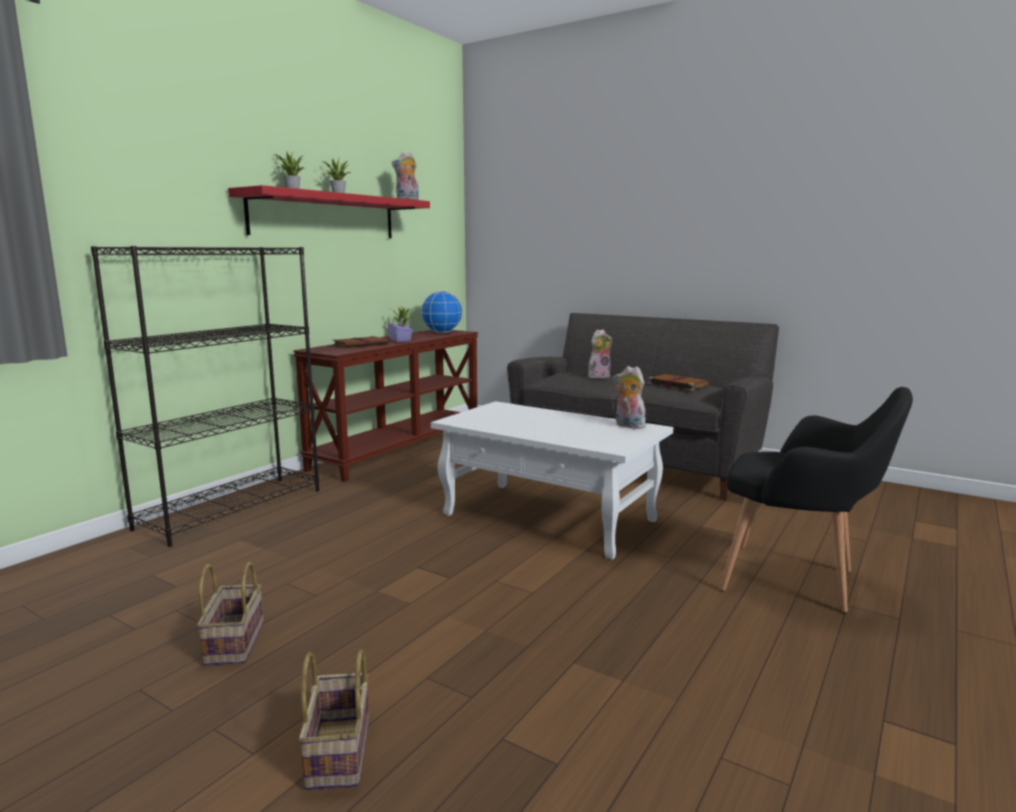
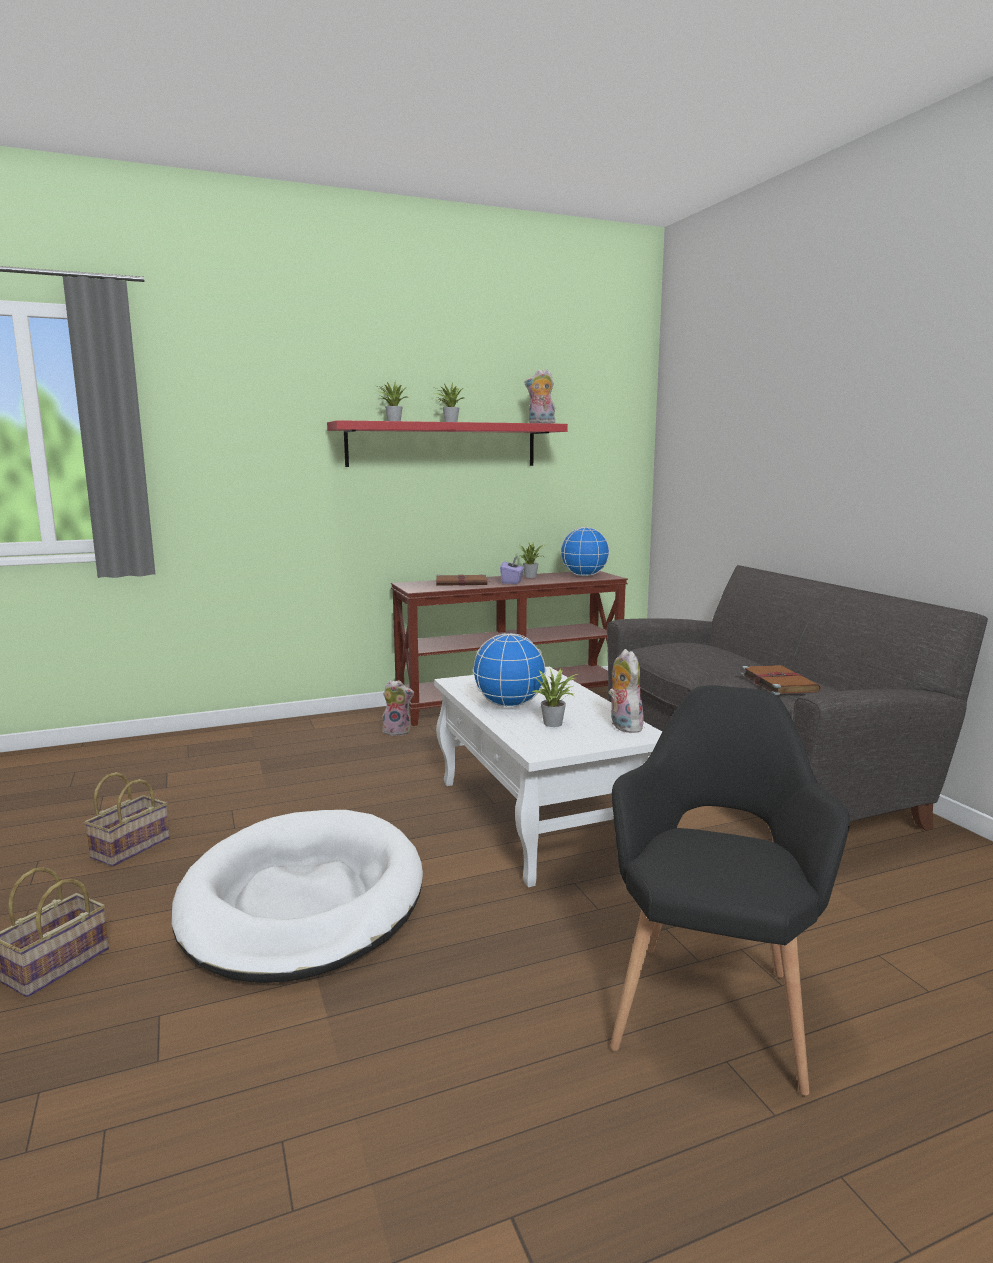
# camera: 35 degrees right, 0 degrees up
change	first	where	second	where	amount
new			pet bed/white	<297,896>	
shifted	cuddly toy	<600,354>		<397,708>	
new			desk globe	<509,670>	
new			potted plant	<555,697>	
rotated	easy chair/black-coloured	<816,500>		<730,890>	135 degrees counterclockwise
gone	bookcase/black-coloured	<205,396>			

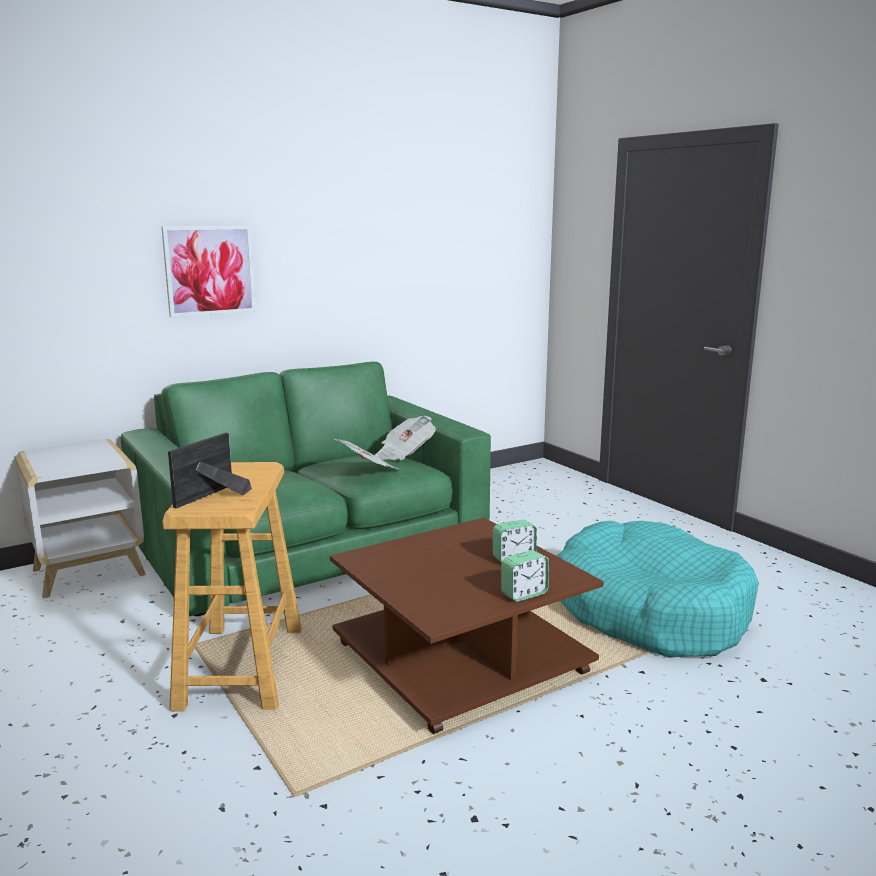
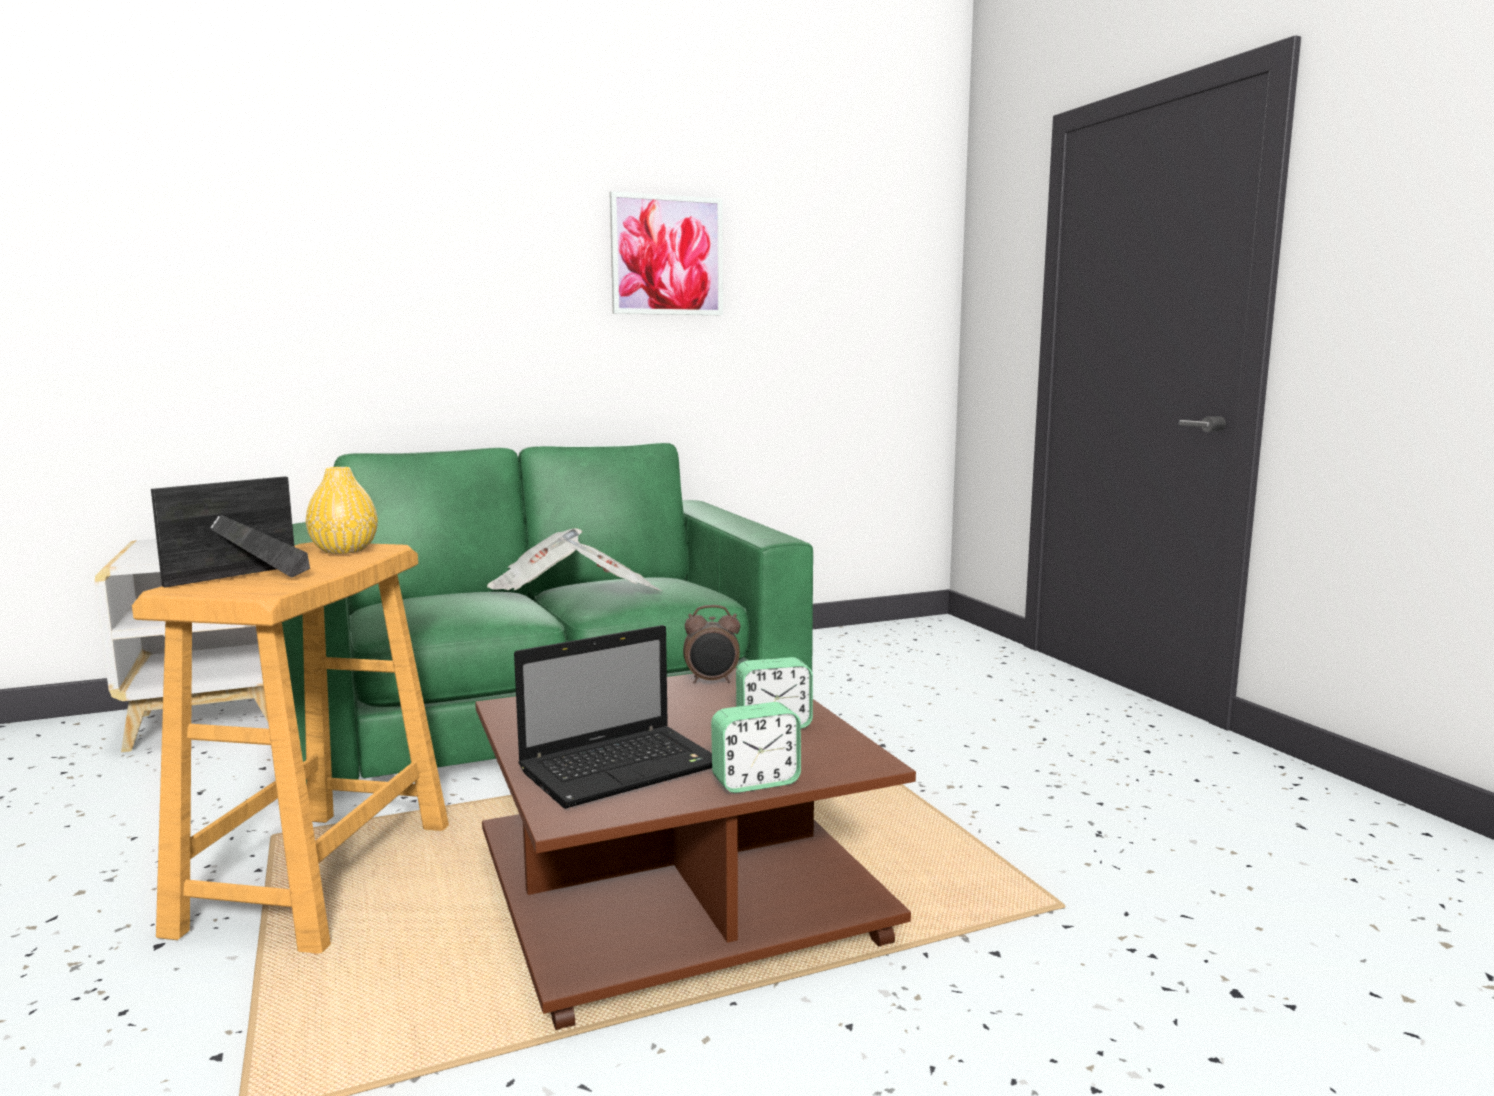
# camera: 10 degrees right, 5 degrees down
change	first	where	second	where	amount
new			vase/yellow	<342,510>	
shifted	newspaper	<405,438>		<535,559>	
new			laptop	<613,717>	
shifted	wall picture	<209,272>		<666,253>	
new			alarm clock	<711,644>	
gone	pet bed/turquoise-coloured	<657,589>			

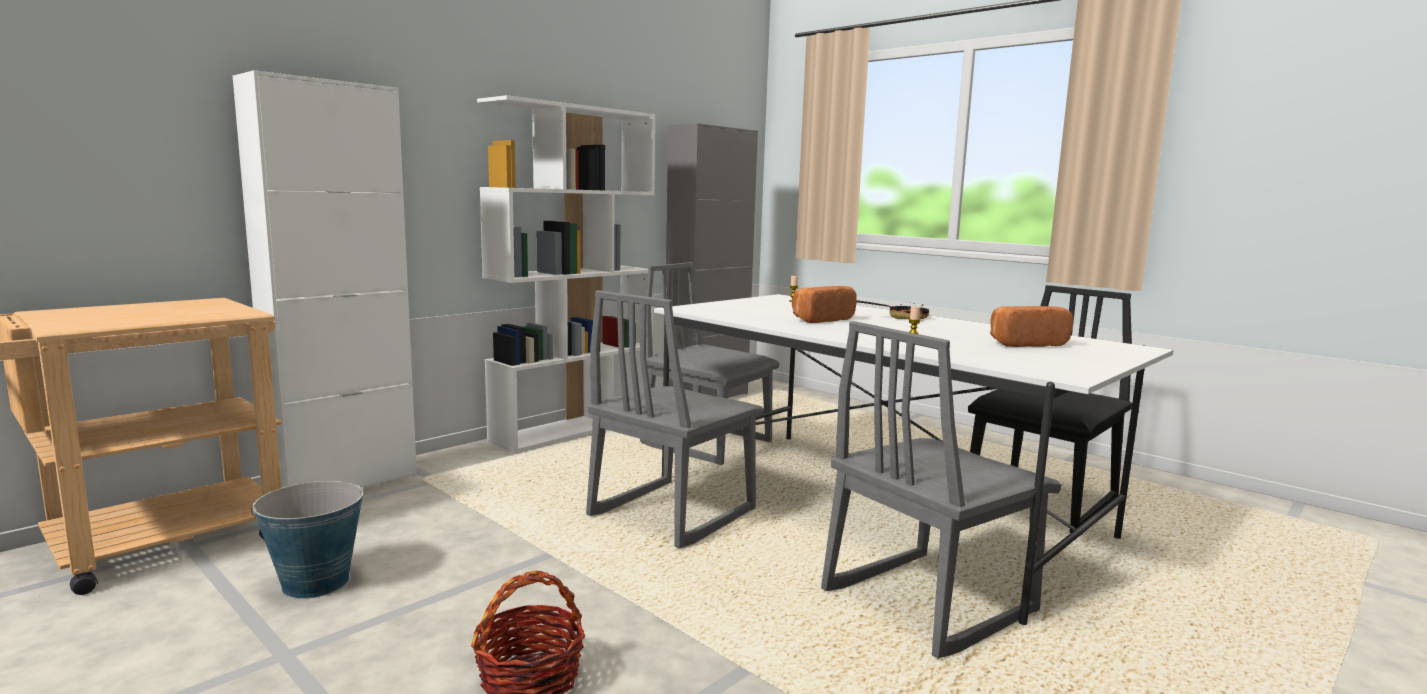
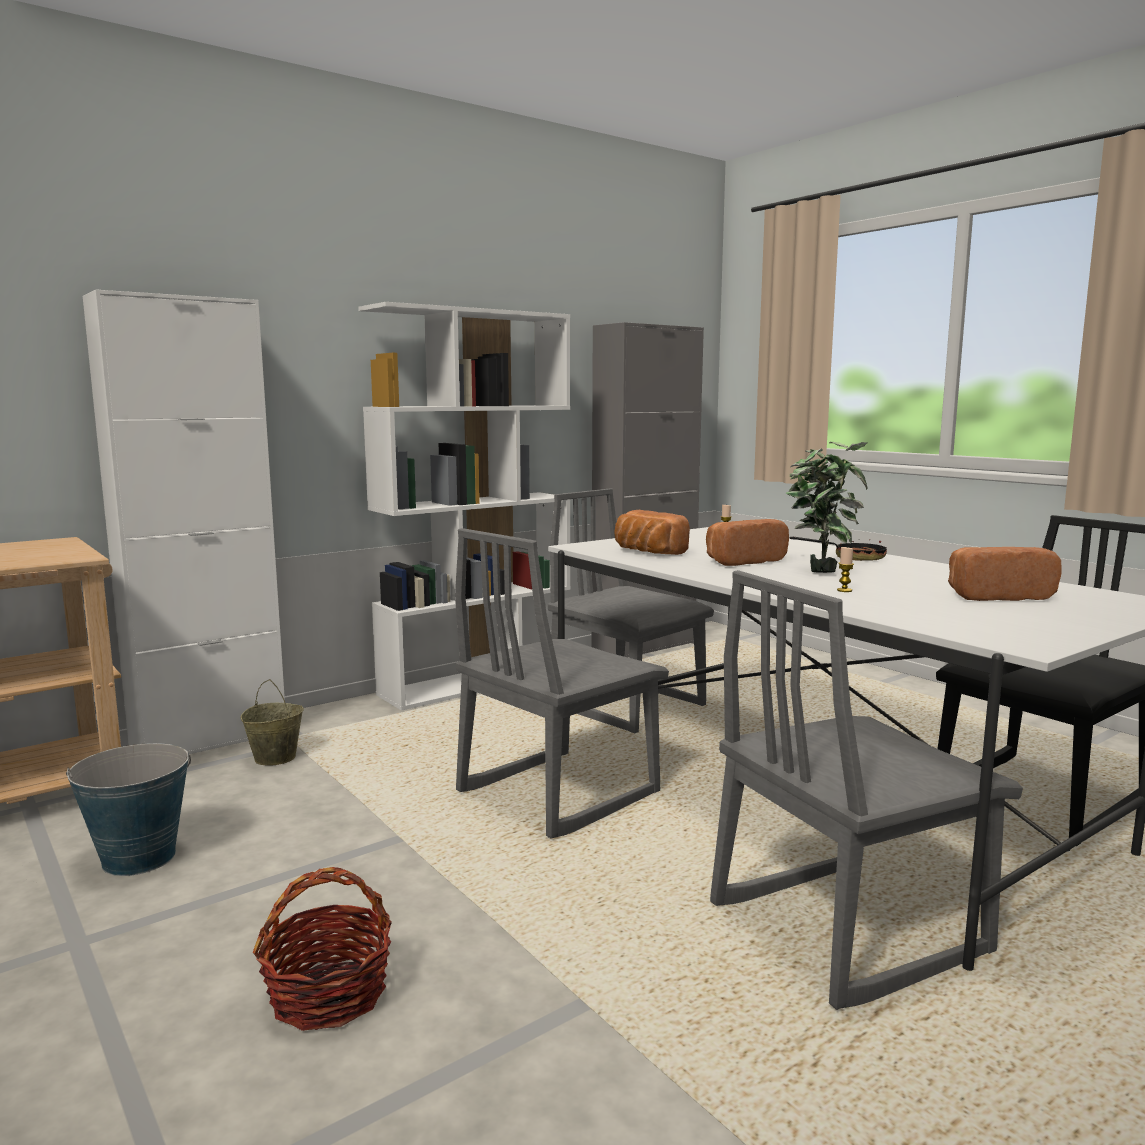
# camera: 10 degrees right, 0 degrees up
change	first	where	second	where	amount
new			bucket/beige-coloured	<272,722>	
new			bread	<652,532>	
new			potted plant	<826,507>	

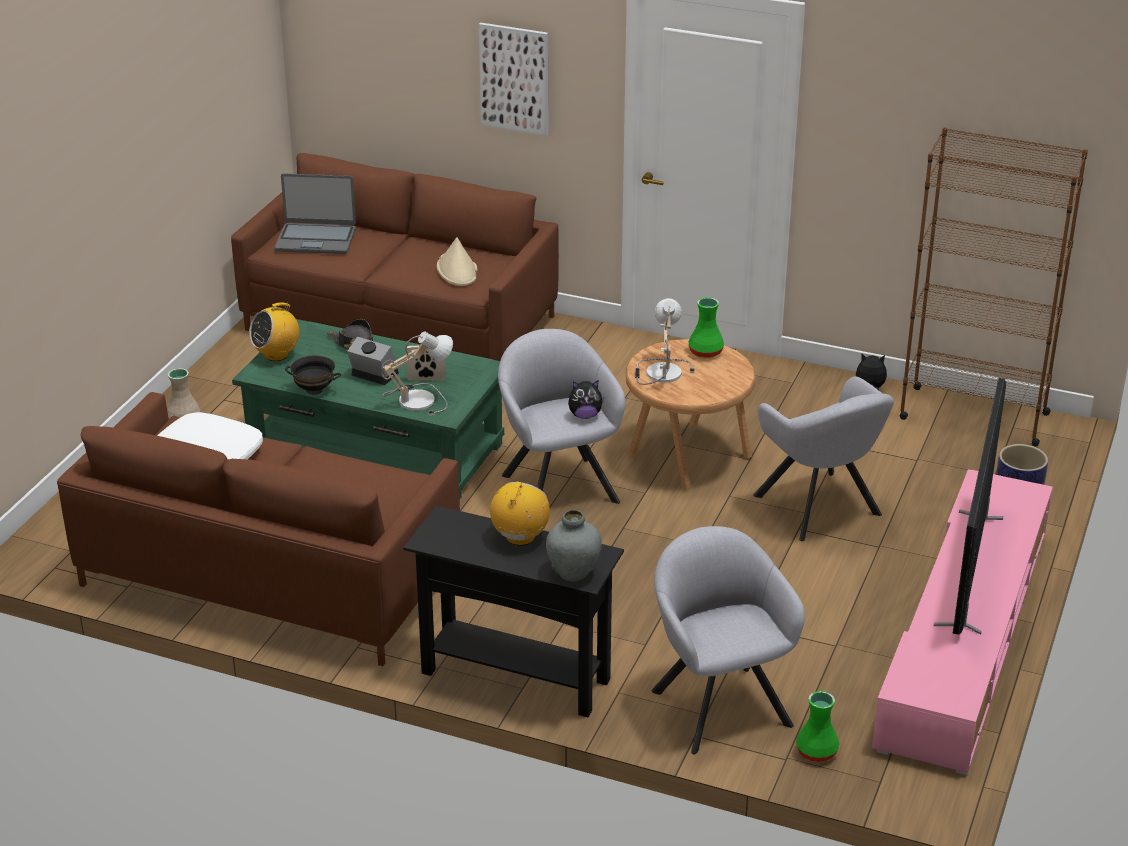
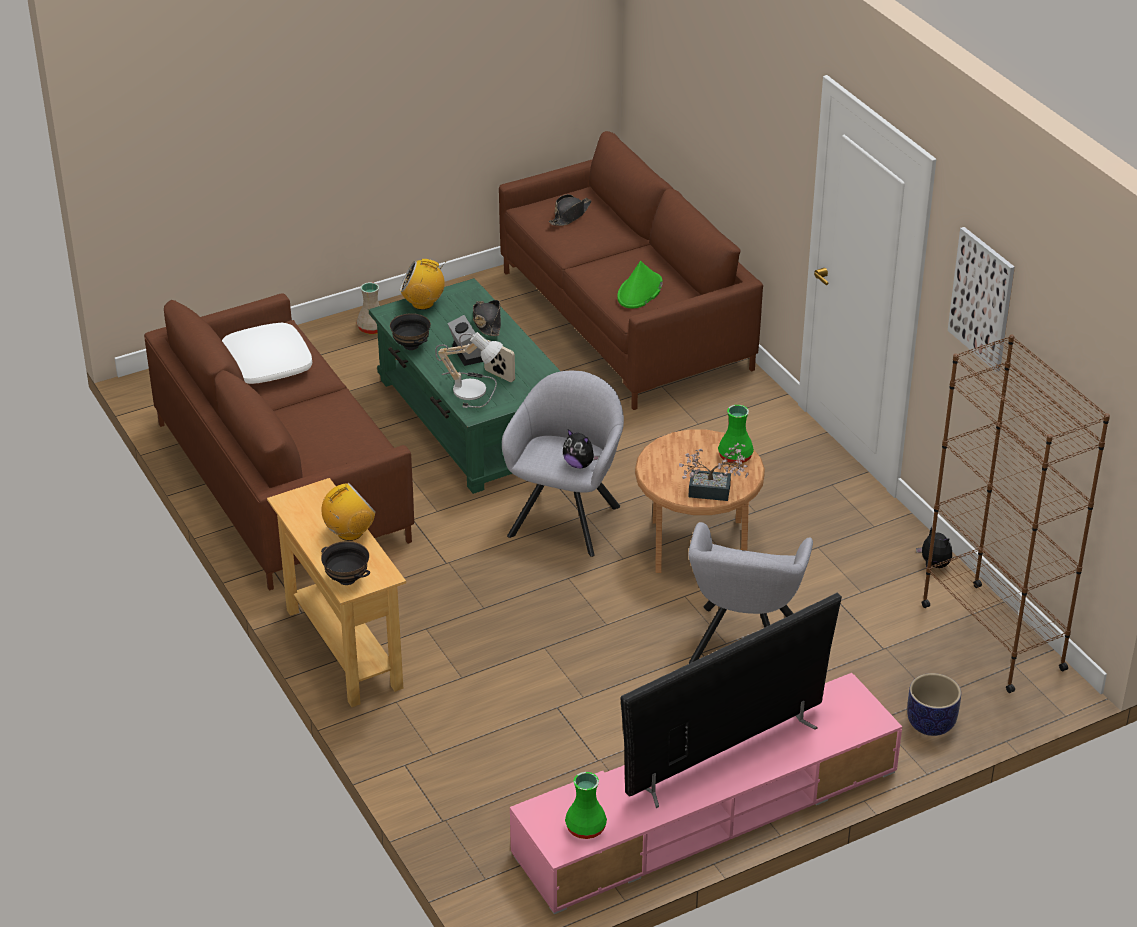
# camera: 40 degrees right, 5 degrees up
change	first	where	second	where	amount
repainted	console table/black-coloured	<513,611>	console table/beige-coloured	<336,592>	
swapped	vase/greyish	<574,546>	bowl/black-coloured	<345,563>	
swapped	laptop	<315,213>	clothing hat/black-coloured	<570,210>	
shifted	vase/green-coloured	<817,726>		<586,805>	
repainted	clothing hat/beige-coloured	<457,261>	clothing hat/green-coloured	<640,284>	
new			potted plant	<713,472>	
shifted	wall picture	<513,79>		<981,299>	
gone	lamp for a table	<665,341>			
gone	easy chair/greyish	<728,640>			

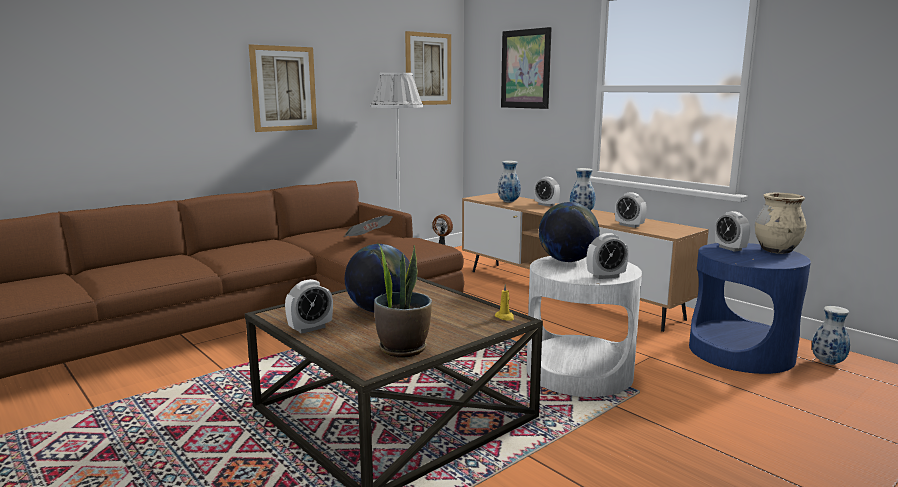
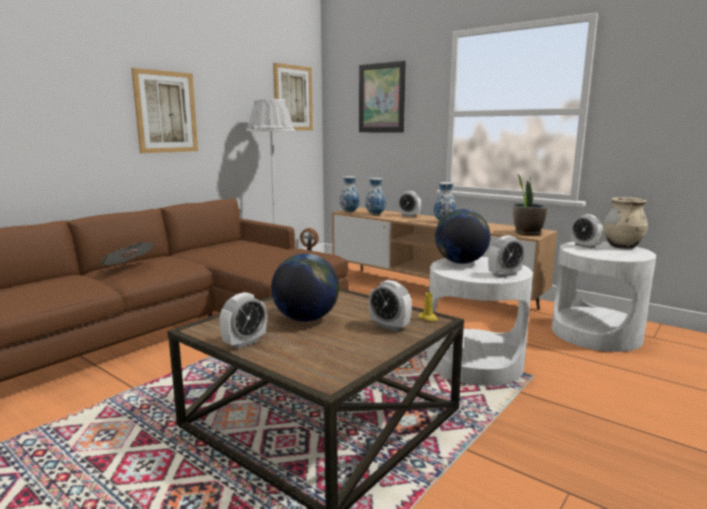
# camera: 10 degrees left, 0 degrees up
change	first	where	second	where	amount
shifted	newspaper	<368,226>		<127,254>	
shifted	vase	<831,335>		<349,194>	
shifted	alarm clock	<631,210>		<390,305>	
shifted	potted plant	<403,300>		<530,205>	
repainted	accent table/blue	<750,308>	accent table/white	<604,297>	

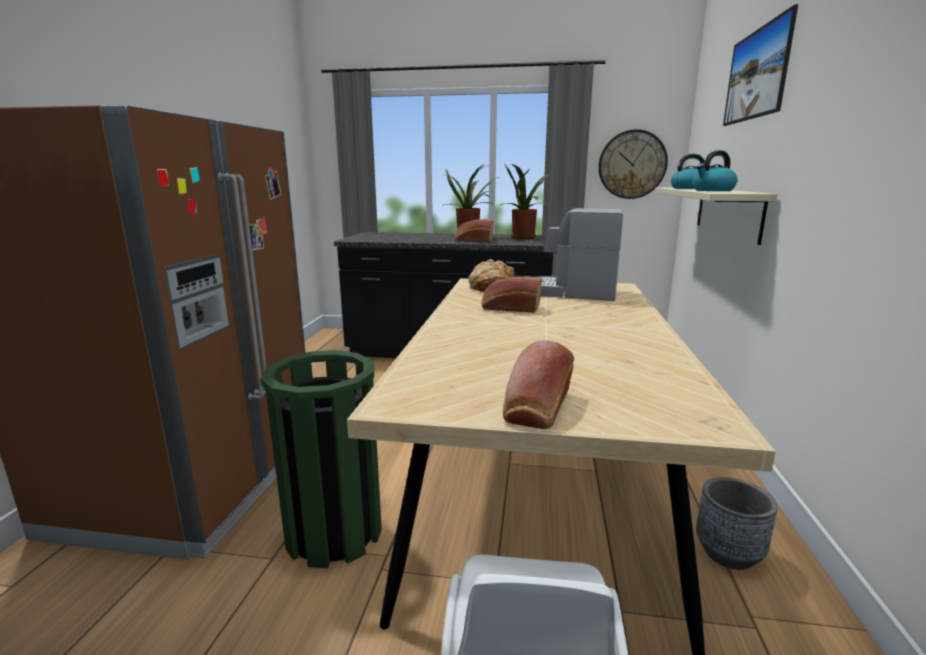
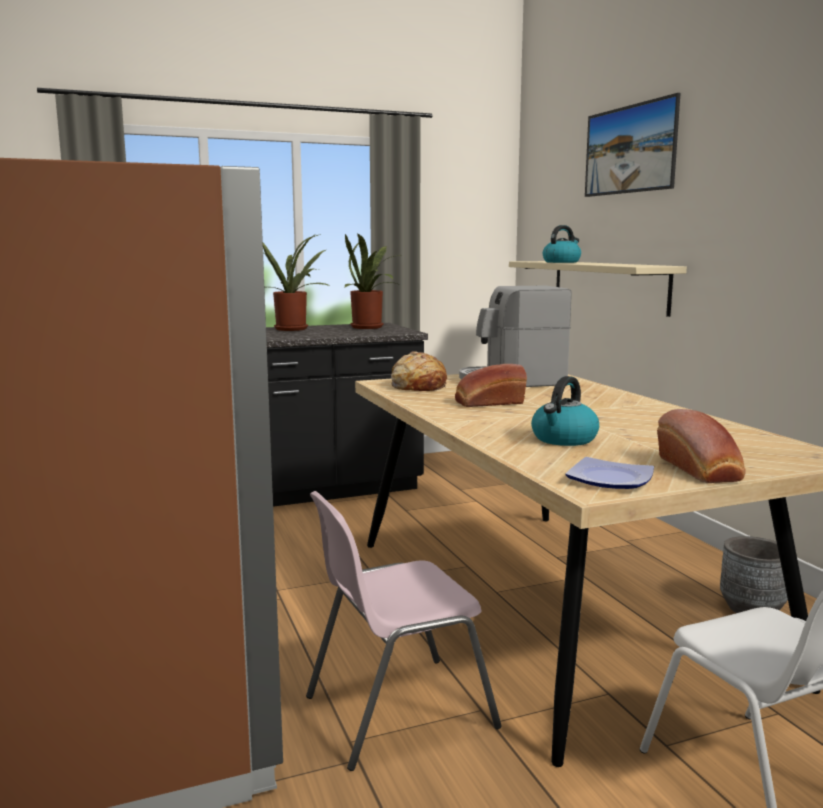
# camera: 30 degrees left, 5 degrees down
change	first	where	second	where	amount
swapped	trash can/green-coloured	<321,459>	chair/pink	<404,631>	
shifted	kettle	<715,170>		<565,411>	
new			flat dish	<609,473>	
gone	bread	<474,230>			
gone	clock on the wall	<633,164>			

